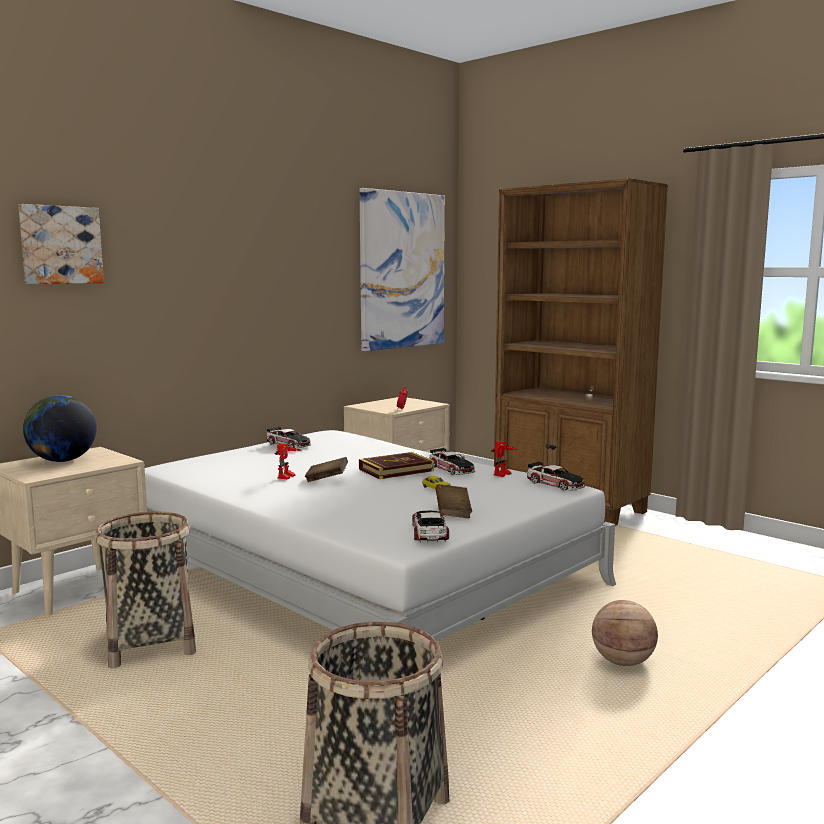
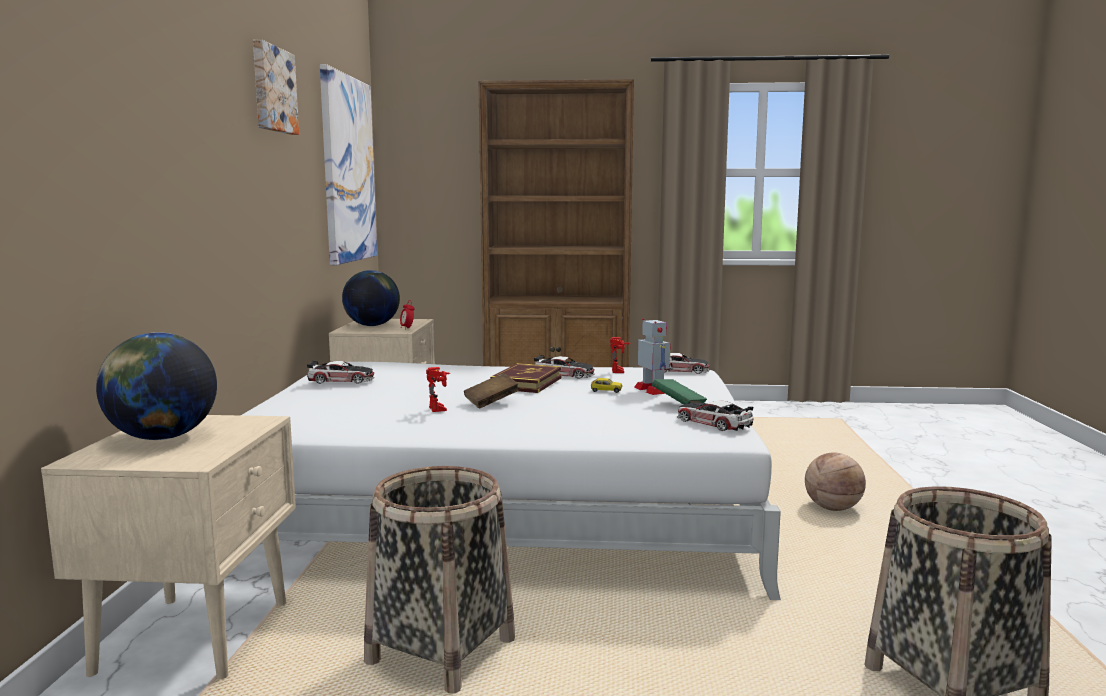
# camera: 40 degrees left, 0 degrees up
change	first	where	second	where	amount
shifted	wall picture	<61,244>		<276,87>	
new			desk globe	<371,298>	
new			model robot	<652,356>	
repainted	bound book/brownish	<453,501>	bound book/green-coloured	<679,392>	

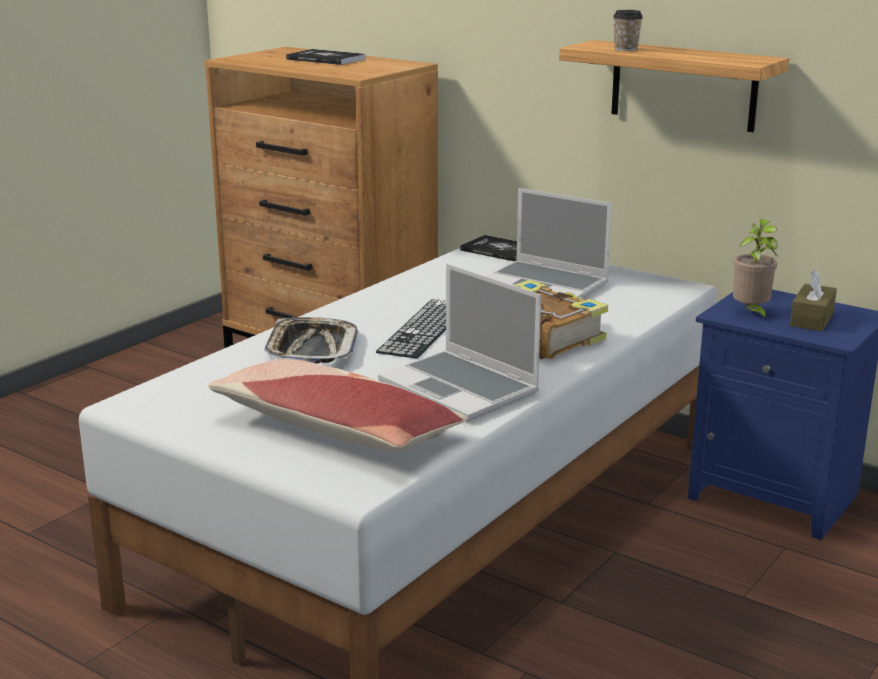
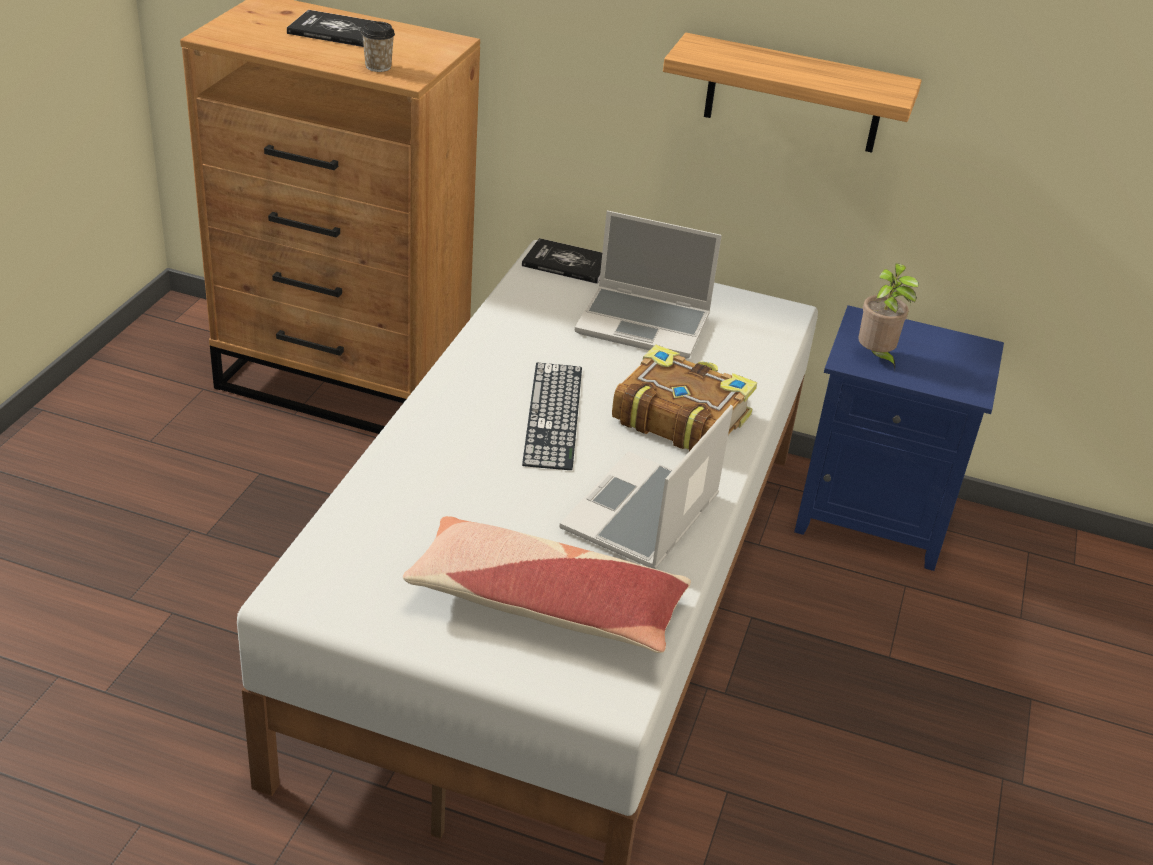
# camera: 20 degrees left, 15 degrees up
change	first	where	second	where	amount
shifted	drinking cup	<628,30>		<378,46>	
rotated	laptop	<459,342>		<646,487>	90 degrees clockwise
gone	serving tray	<311,340>			
gone	tissue box/brownish	<813,300>			

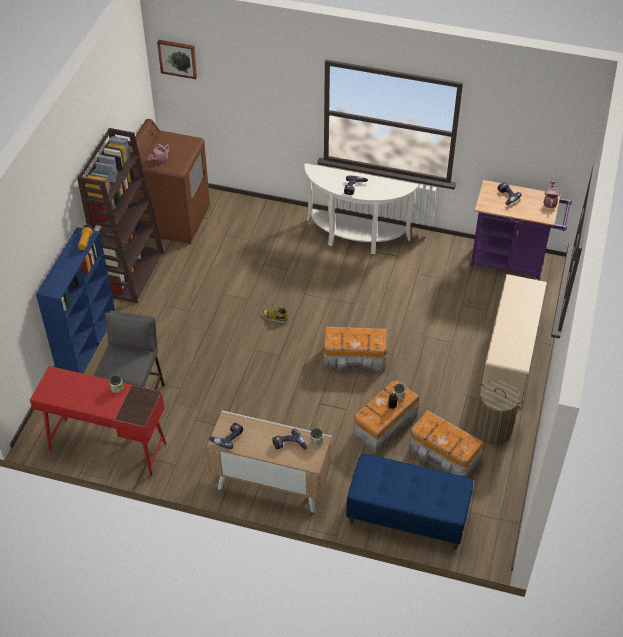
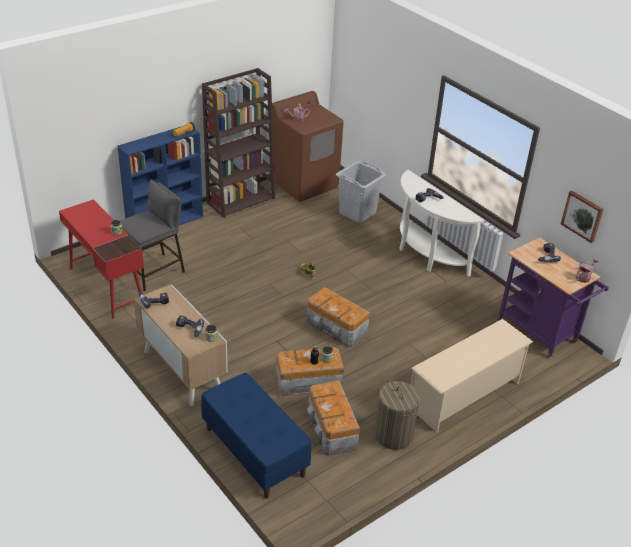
# camera: 35 degrees right, 10 degrees down
change	first	where	second	where	amount
new			washing basket/greyish	<361,192>	
shifted	wall picture	<177,59>		<582,217>	

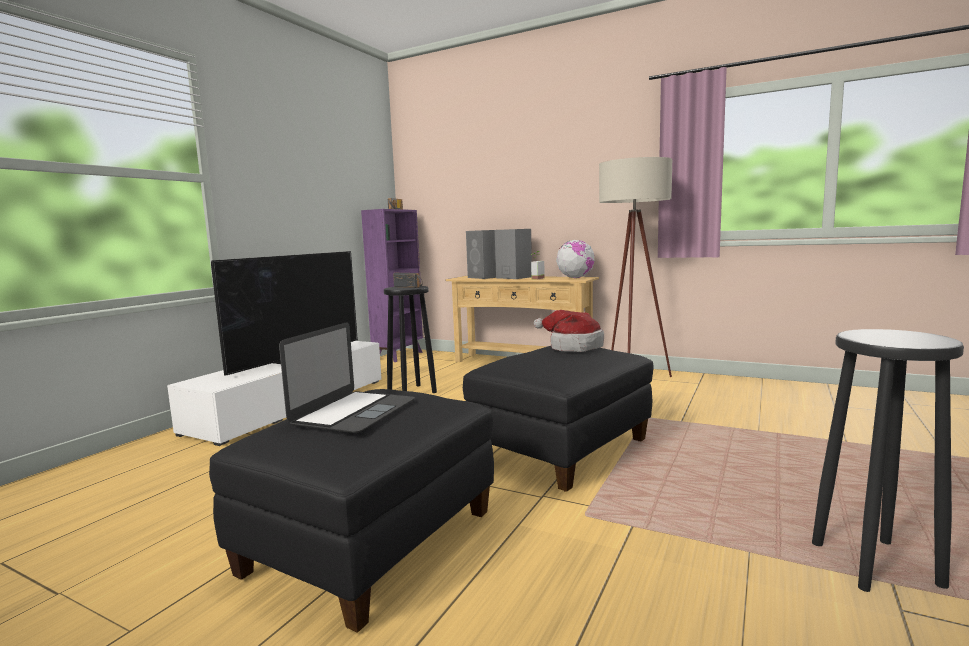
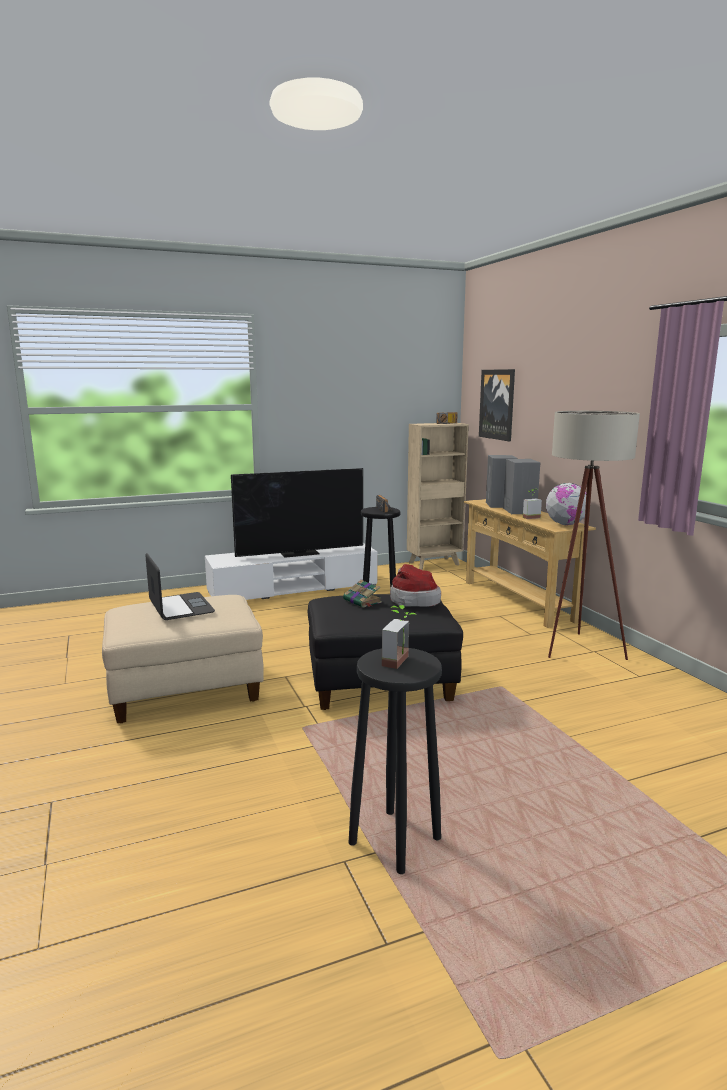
# camera: 40 degrees right, 5 degrees up
change	first	where	second	where	amount
repainted	footrest/black-coloured	<351,511>	footrest/beige-coloured	<183,659>	
rotated	laptop	<347,377>		<180,586>	90 degrees counterclockwise
new			bound book	<362,594>	
new			potted plant	<399,637>	
repainted	bookcase/purplish	<392,285>	bookcase/beige-coloured	<438,496>	
new			wall picture	<497,405>	

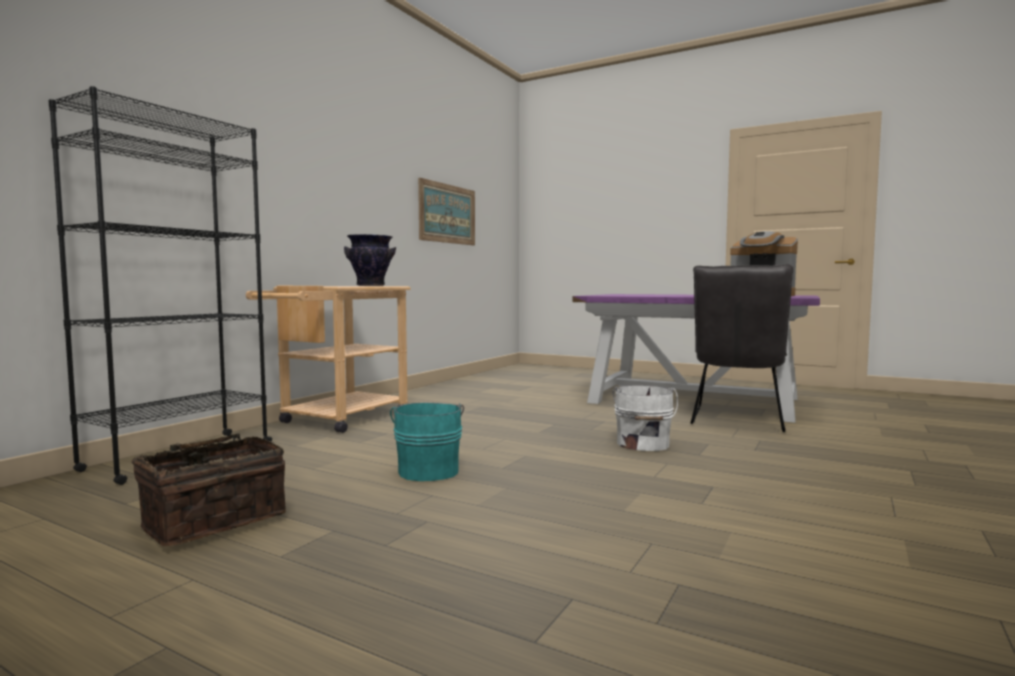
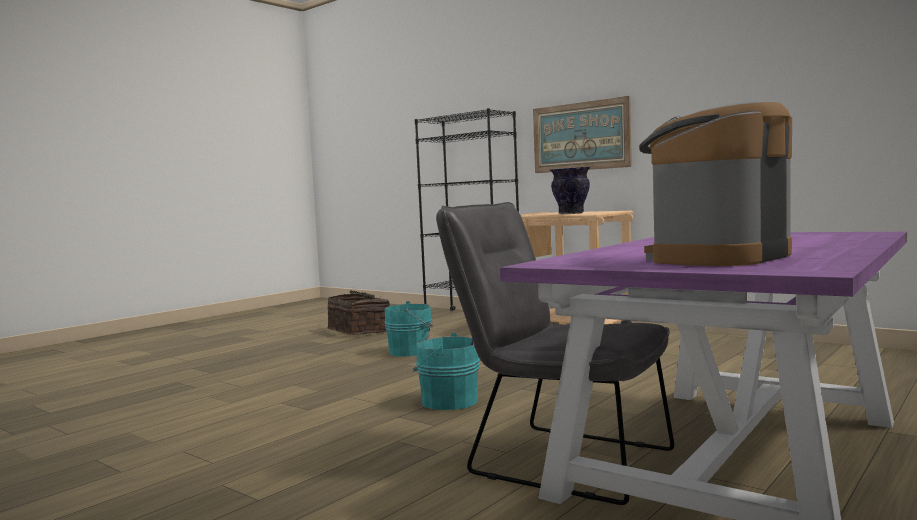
# camera: 100 degrees right, 0 degrees up
change	first	where	second	where	amount
repainted	bucket/white	<645,418>	bucket/turquoise-coloured	<446,371>	
shifted	wall picture	<446,211>		<582,134>	

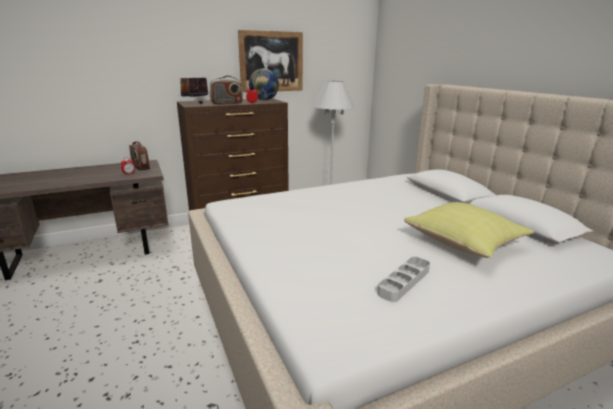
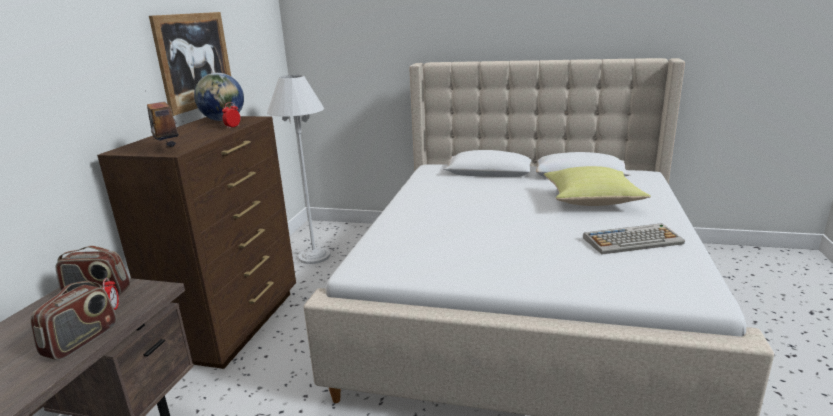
# camera: 50 degrees left, 0 degrees up
change	first	where	second	where	amount
shifted	radio set	<226,90>		<74,320>	
swapped	serving tray/greyish	<403,279>	keyboard	<634,239>	

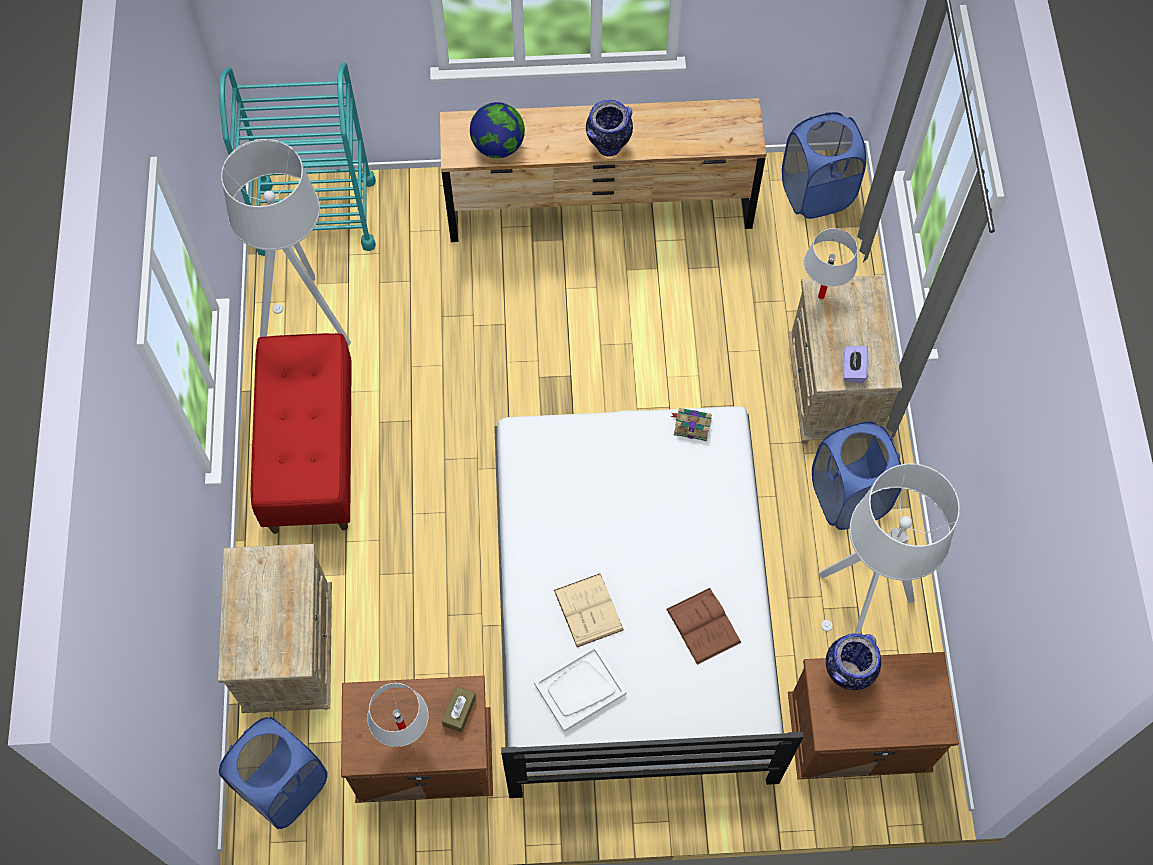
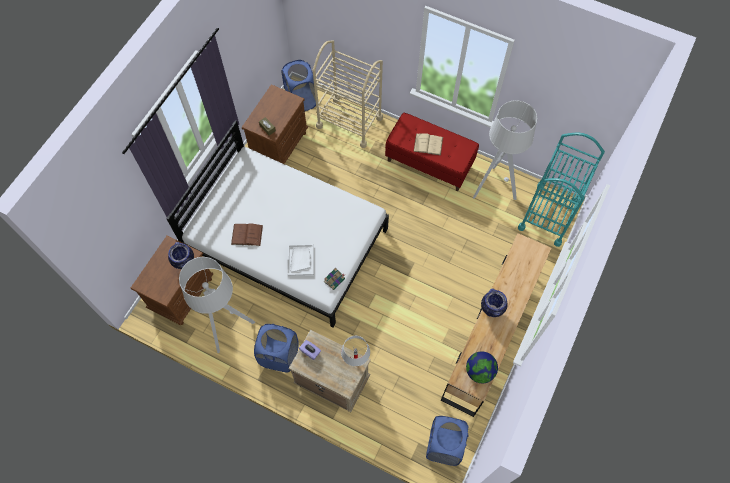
# camera: 120 degrees right, 0 degrees up
change	first	where	second	where	amount
shifted	serving tray/white	<580,688>		<300,260>	
swapped	bedside table/beige-coloured	<275,628>	cart/beige-coloured	<348,94>	
shifted	bound book/beige-coloured	<589,610>		<428,144>	
shifted	desk globe	<497,130>		<482,367>	
gone	lamp for a table/white	<398,715>			

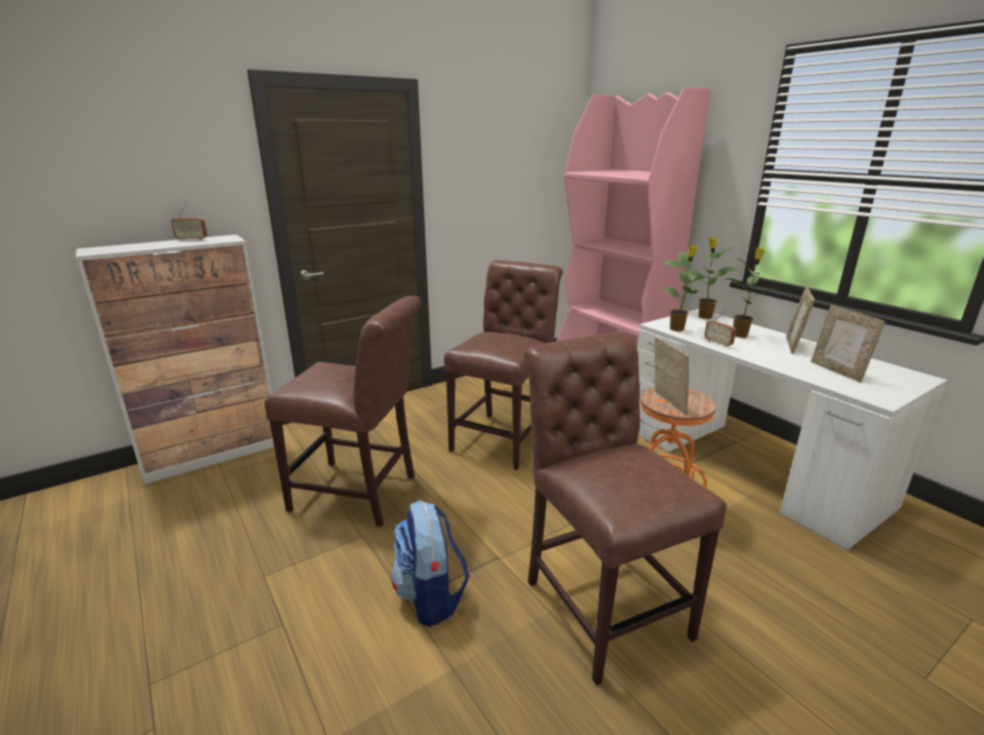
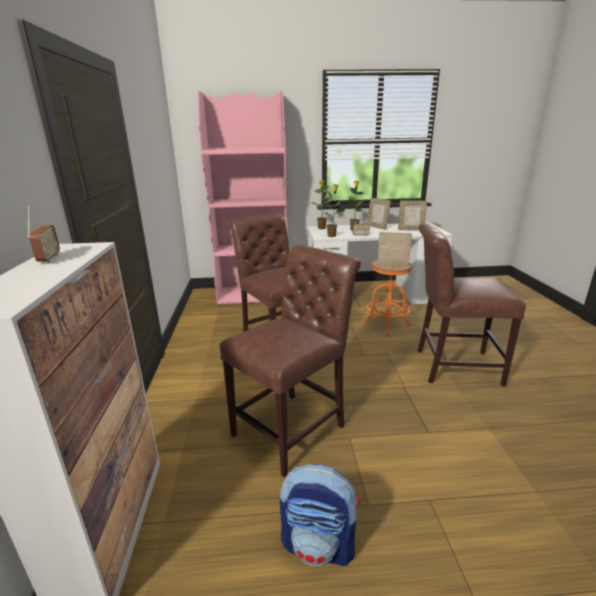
# camera: 60 degrees left, 0 degrees up
change	first	where	second	where	amount
rotated	radio set	<189,221>		<43,234>	45 degrees counterclockwise
shifted	backpack	<430,563>		<320,515>	

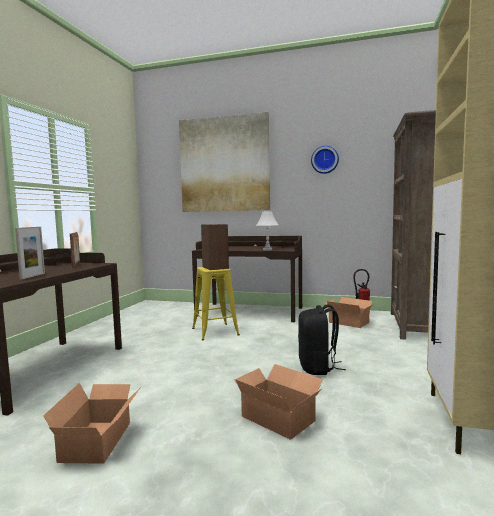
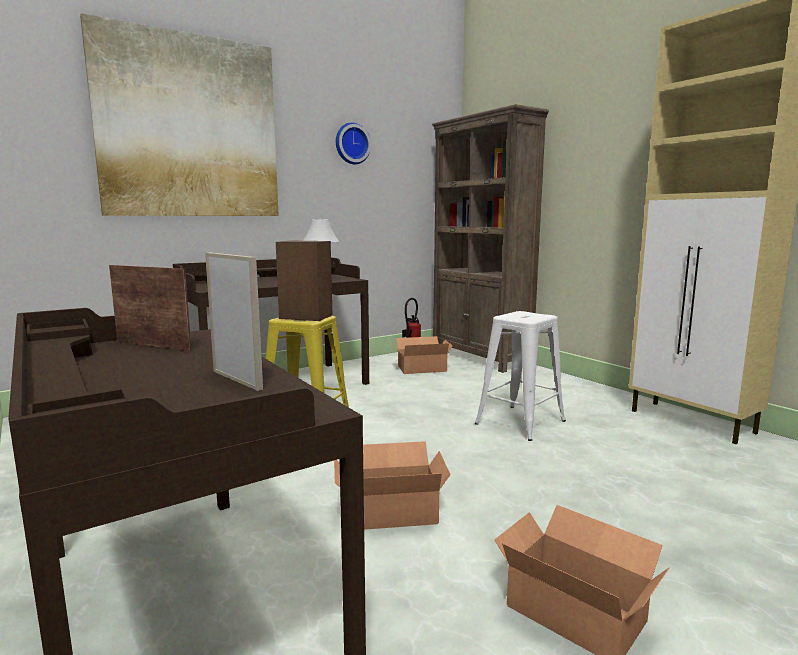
# camera: 50 degrees left, 5 degrees up
change	first	where	second	where	amount
shifted	carton	<279,402>		<392,485>	
swapped	backpack/black-coloured	<322,339>	stool/white	<520,376>	

